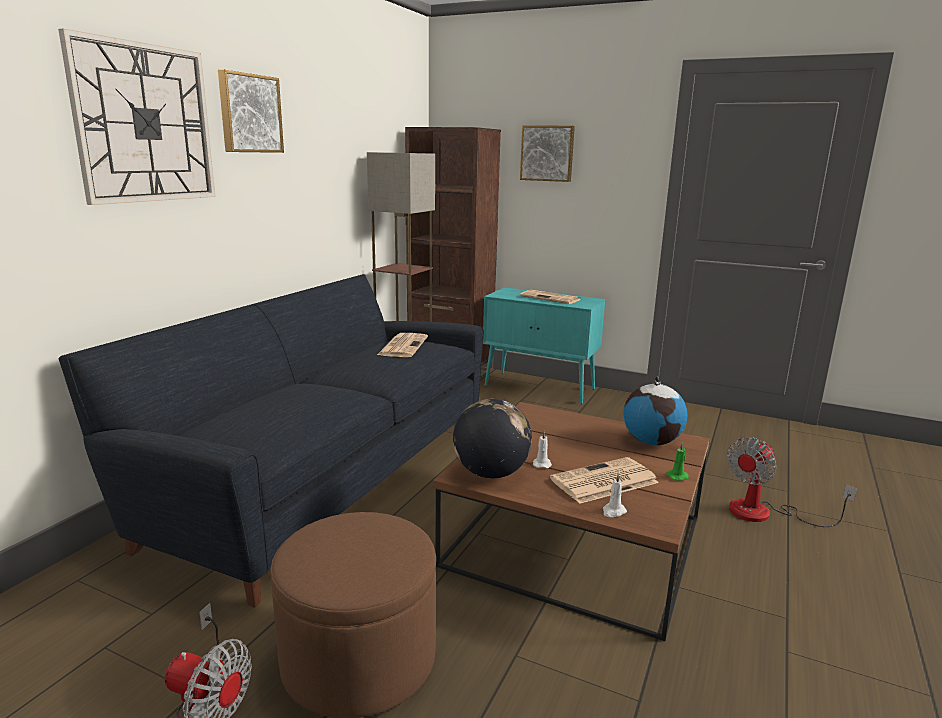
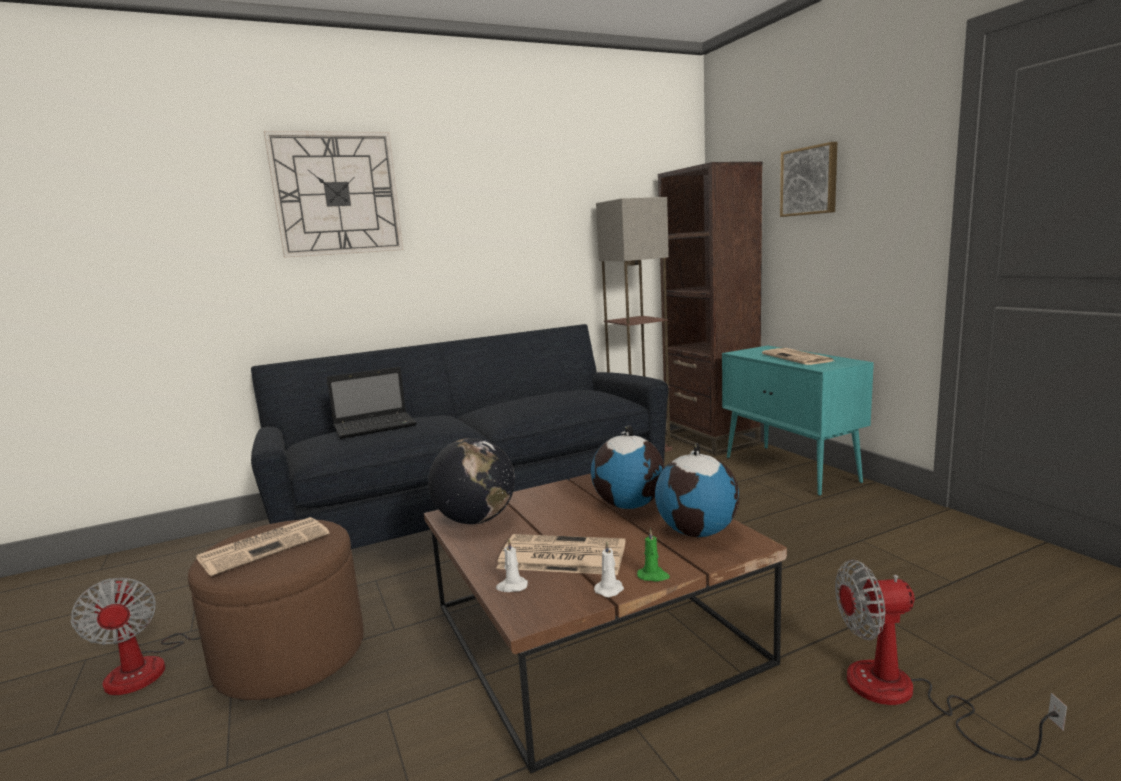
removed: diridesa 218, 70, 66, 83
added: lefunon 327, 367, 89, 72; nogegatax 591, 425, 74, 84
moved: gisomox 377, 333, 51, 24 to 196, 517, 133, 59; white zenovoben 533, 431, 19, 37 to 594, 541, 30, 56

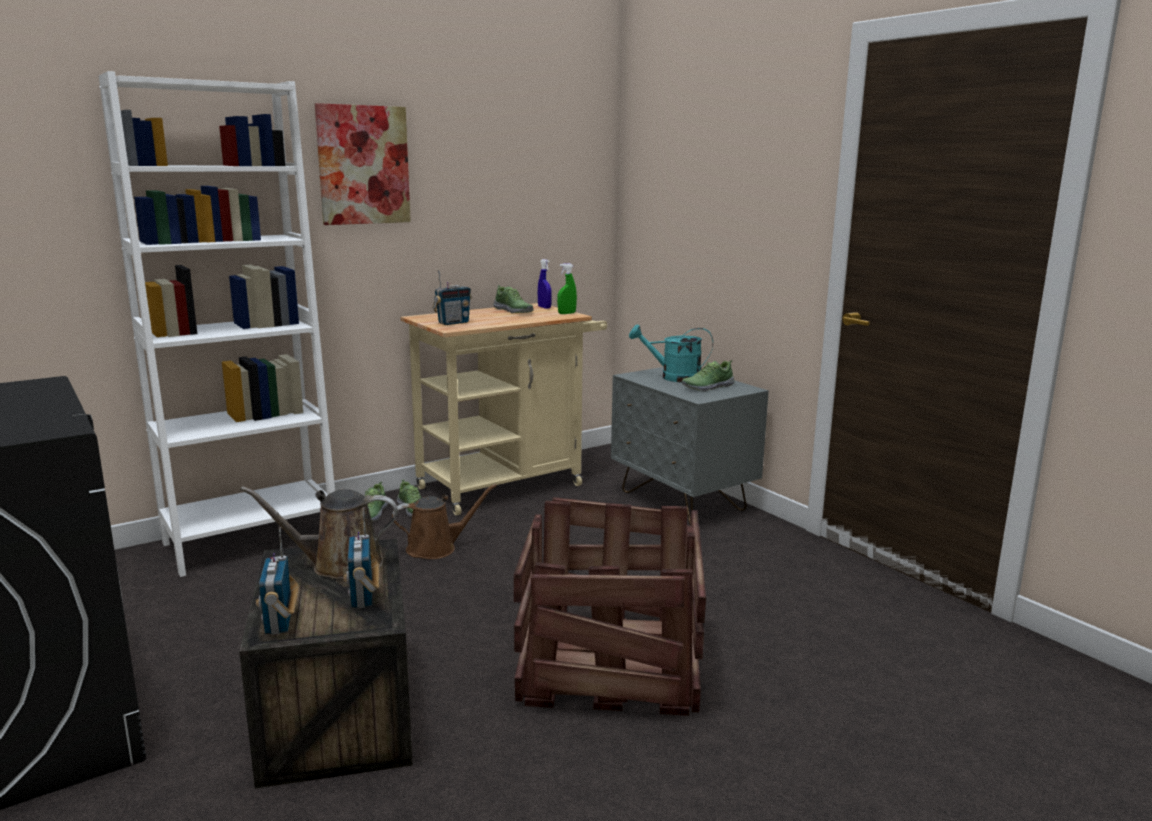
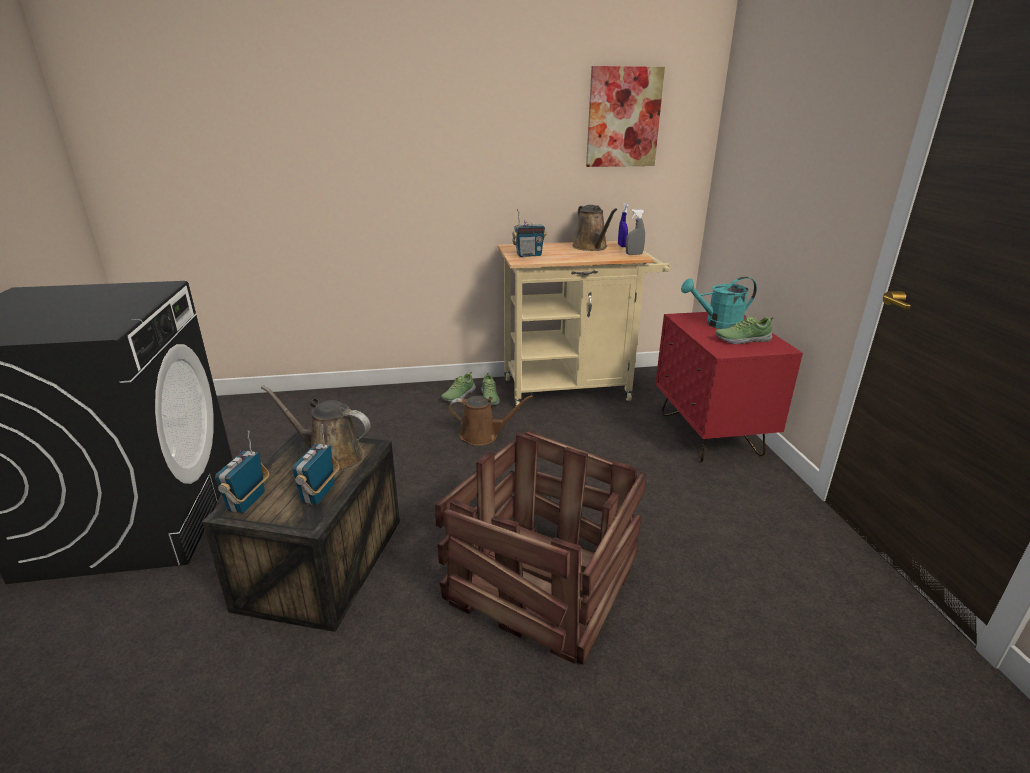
removed: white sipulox 99, 71, 236, 506
moved: diridesa 315, 103, 96, 122 to 586, 66, 79, 101
replaced: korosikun 493, 285, 41, 28 to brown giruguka 572, 205, 45, 46
recoloured: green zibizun 557, 263, 20, 51 to grey zibizun 626, 209, 19, 46; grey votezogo 611, 367, 158, 157 to red votezogo 655, 312, 148, 149
turned: turquoise giruguka 629, 324, 84, 58 = 681, 277, 76, 52 45 degrees counterclockwise

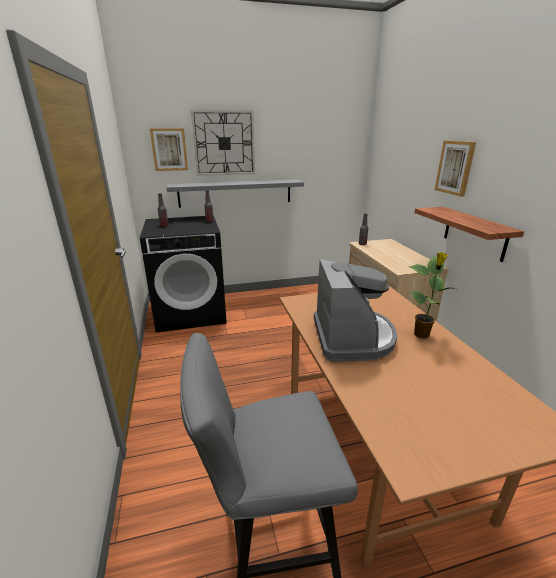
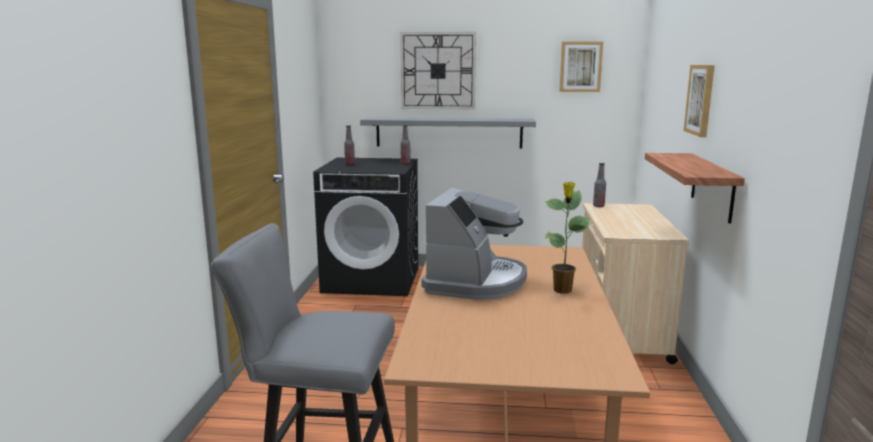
moved: diridesa 150, 129, 38, 42 to 559, 42, 44, 50

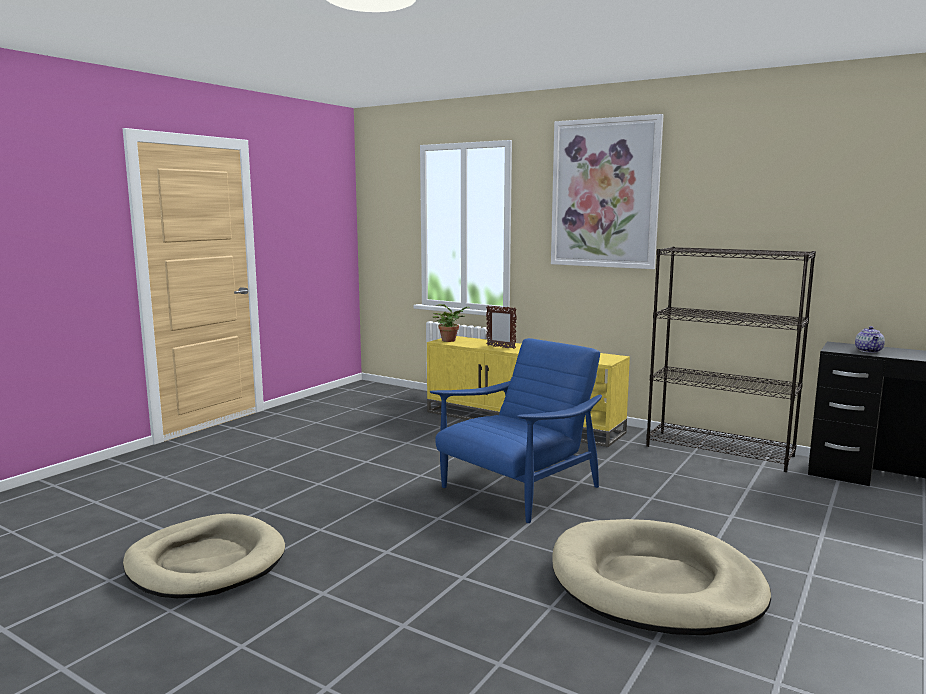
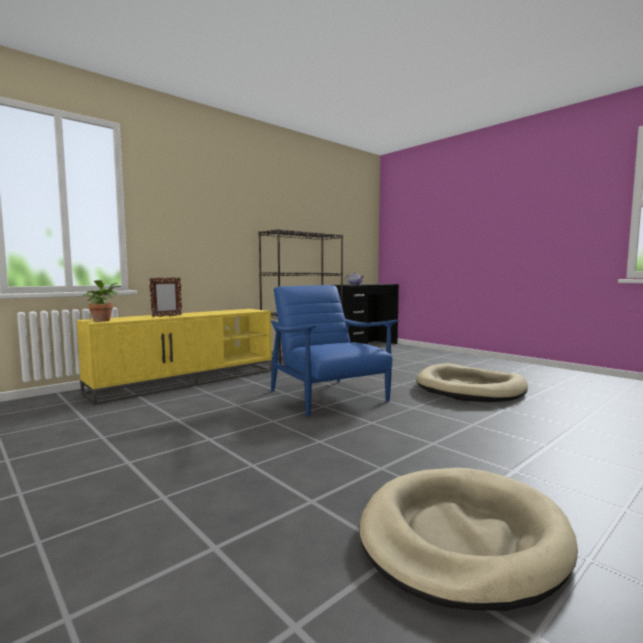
removed: diridesa 551, 114, 112, 155

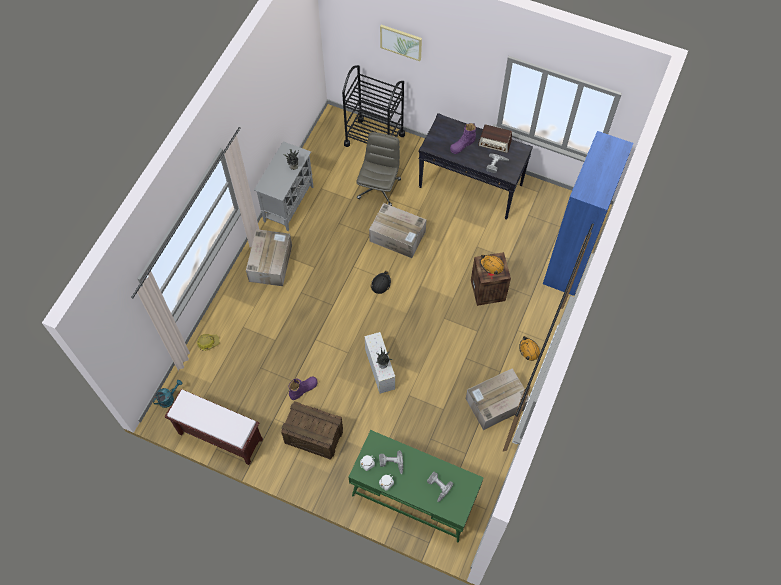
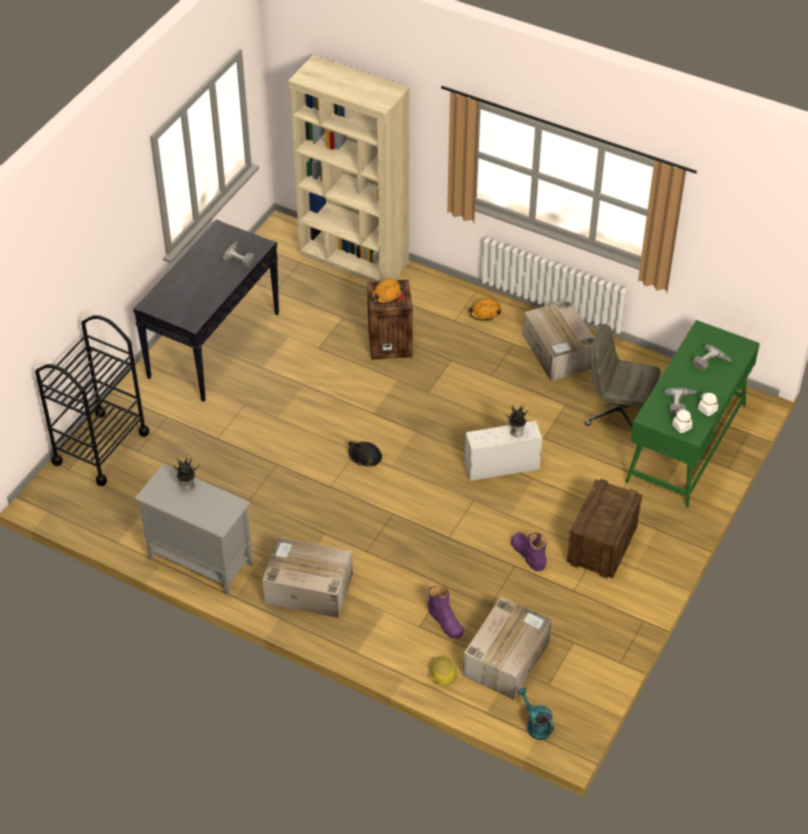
removed: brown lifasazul 165, 389, 98, 76; diridesa 380, 25, 42, 36; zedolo 478, 125, 34, 28
moved: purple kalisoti 450, 123, 26, 31 to 428, 586, 36, 53; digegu 369, 203, 57, 55 to 463, 597, 89, 103; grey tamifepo 356, 132, 45, 74 to 585, 324, 75, 103
recoloured: blue sipulox 543, 131, 90, 165 to beige sipulox 288, 55, 122, 227

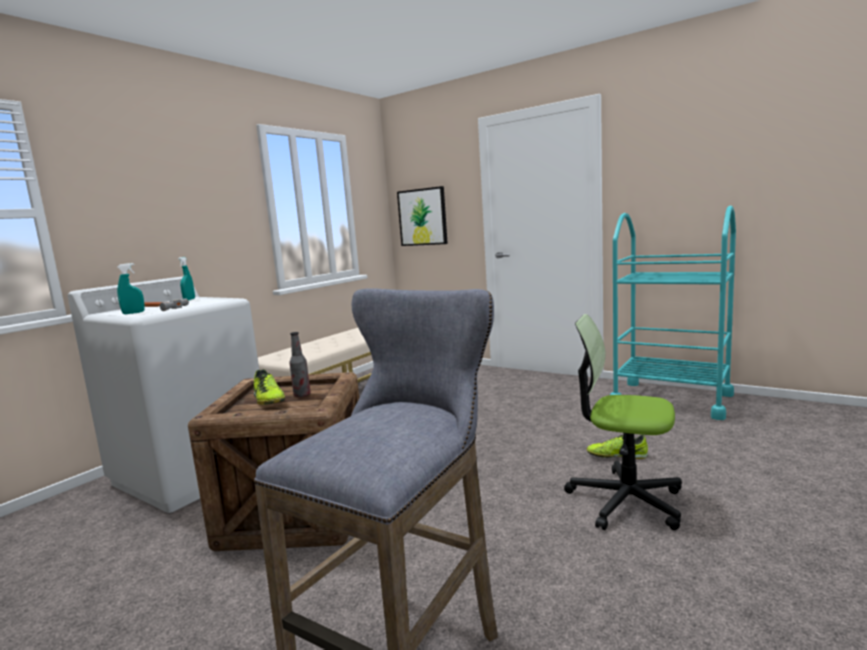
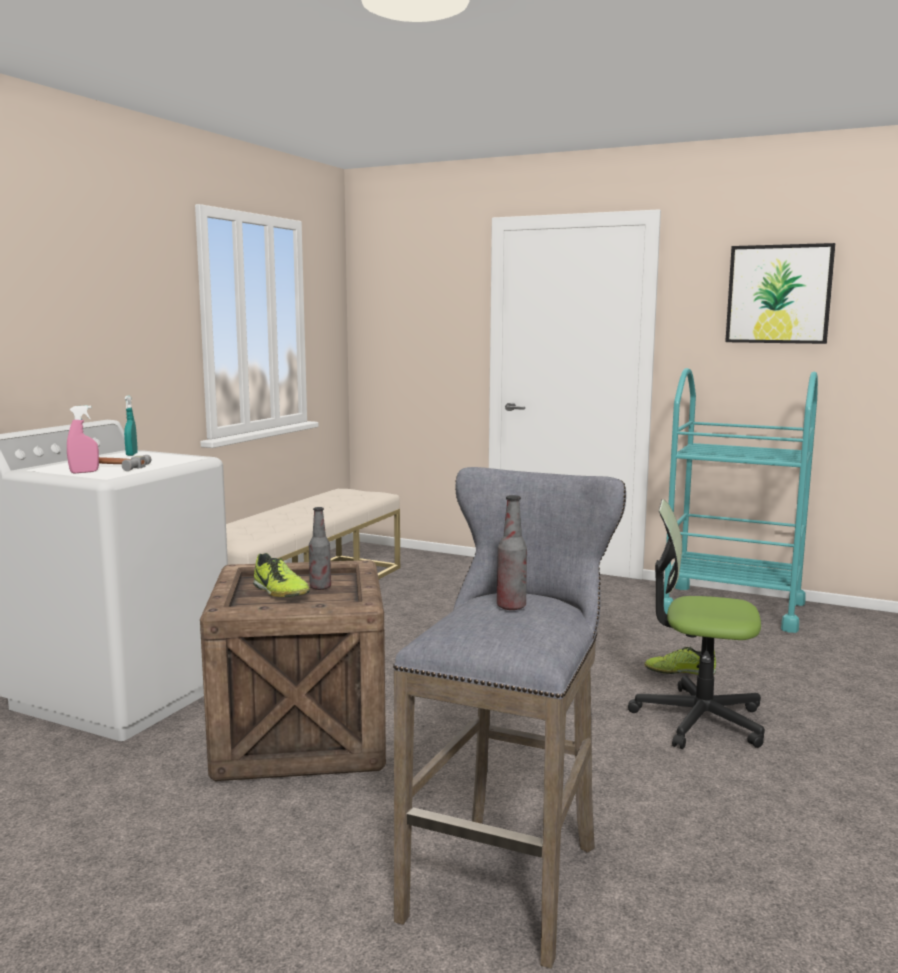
added: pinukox 497, 495, 30, 115
moved: diridesa 397, 186, 51, 60 to 725, 243, 110, 101
recoloured: turquoise zibizun 117, 263, 28, 51 to pink zibizun 67, 405, 32, 68

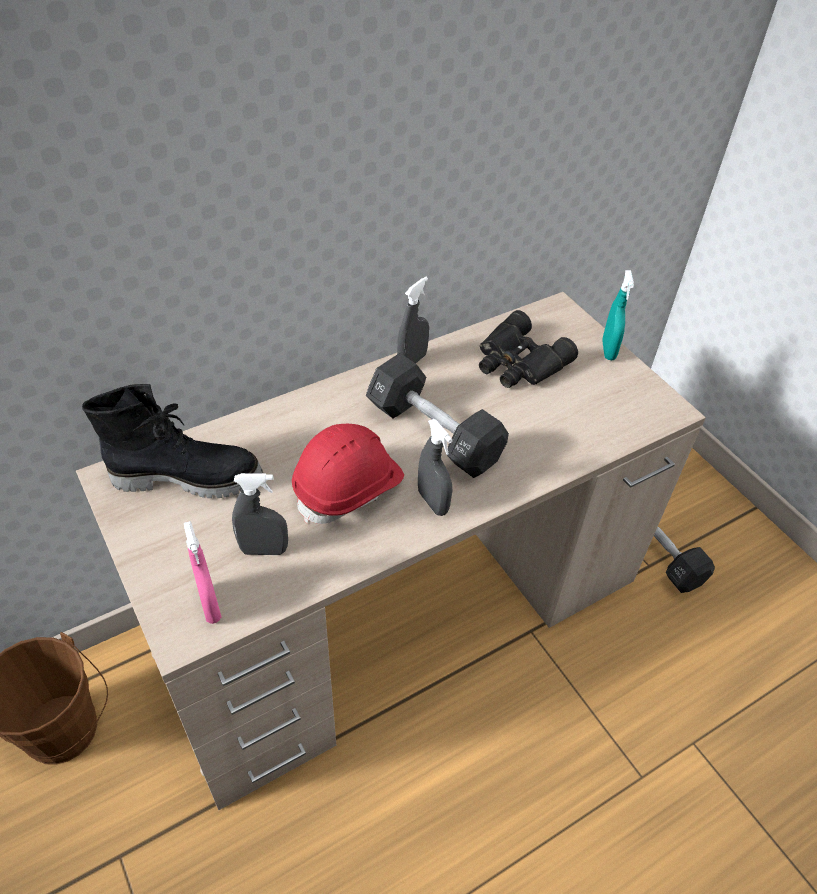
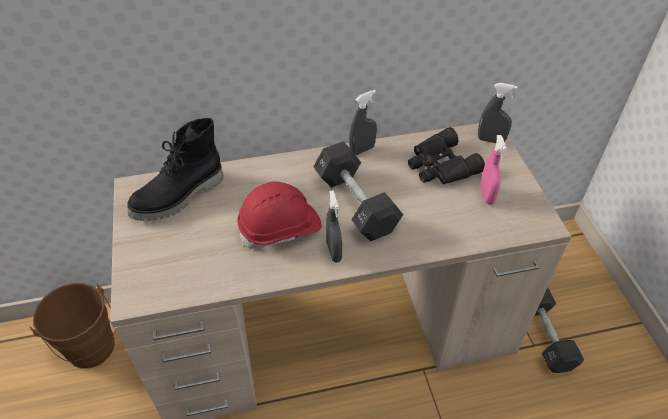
removed: turquoise zibizun 602, 270, 32, 90
moved: grey zibizun 232, 473, 56, 82 to 478, 83, 40, 60; pink zibizun 184, 521, 37, 103 to 480, 135, 27, 70
turned: black kalisoti 82, 384, 181, 114 = 127, 118, 97, 103 120 degrees clockwise

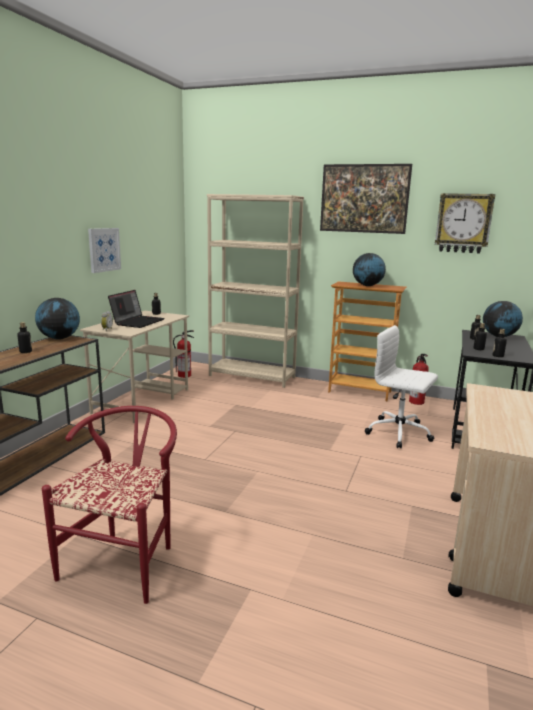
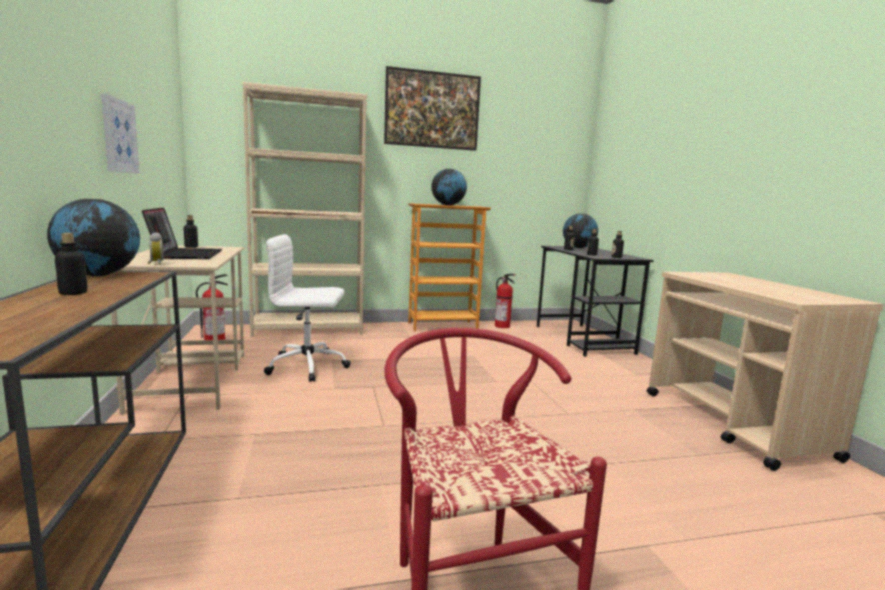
removed: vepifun 435, 193, 60, 61
moved: white tamifepo 365, 325, 73, 124 to 264, 234, 87, 148

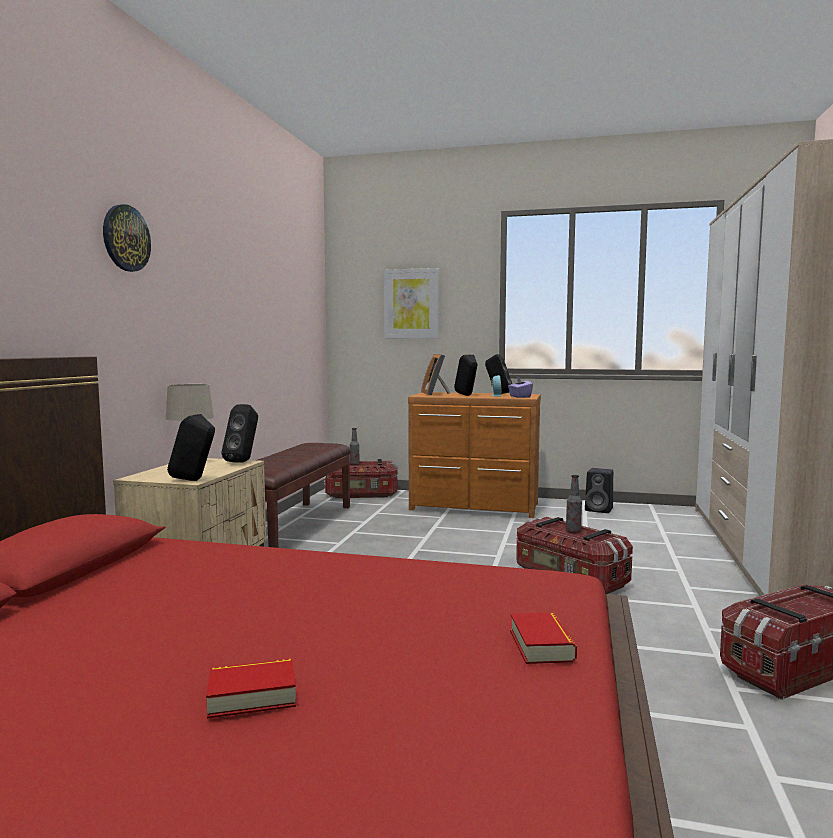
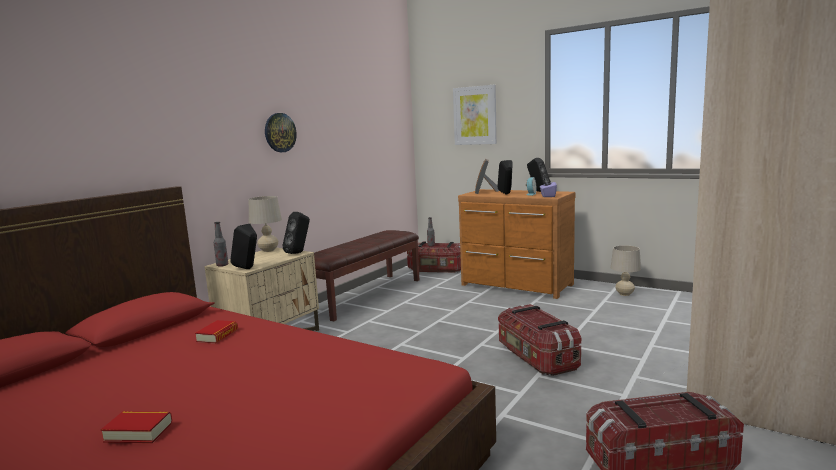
moved: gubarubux 510, 612, 67, 52 to 195, 320, 43, 23; pinukox 566, 475, 16, 58 to 213, 222, 15, 45; vepifun 103, 204, 48, 68 to 265, 113, 32, 39
replaced: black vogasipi 585, 468, 28, 45 to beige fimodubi 611, 245, 30, 51

